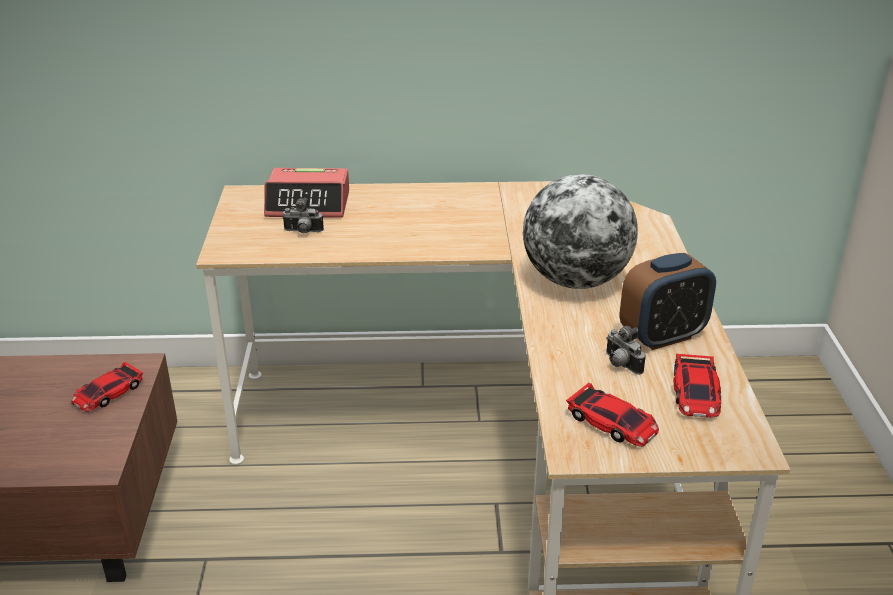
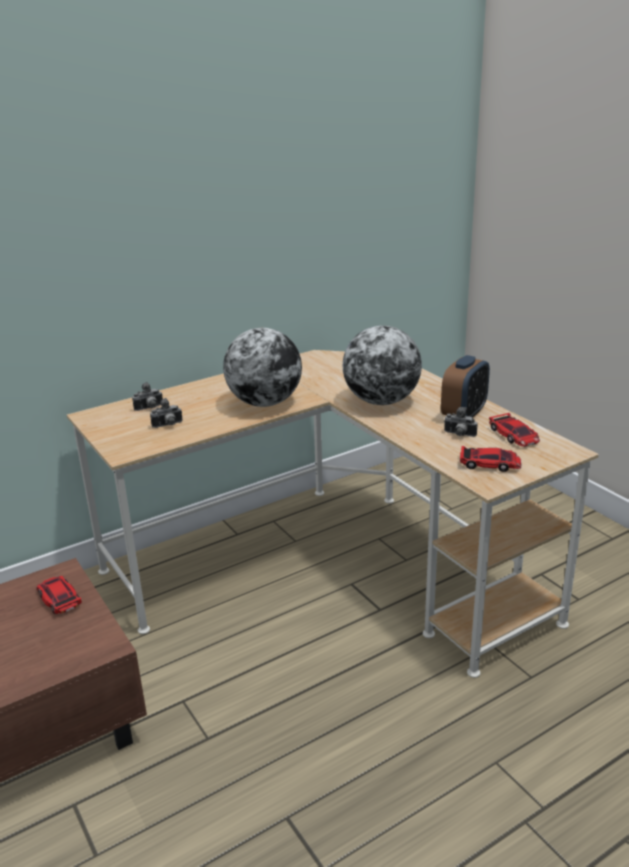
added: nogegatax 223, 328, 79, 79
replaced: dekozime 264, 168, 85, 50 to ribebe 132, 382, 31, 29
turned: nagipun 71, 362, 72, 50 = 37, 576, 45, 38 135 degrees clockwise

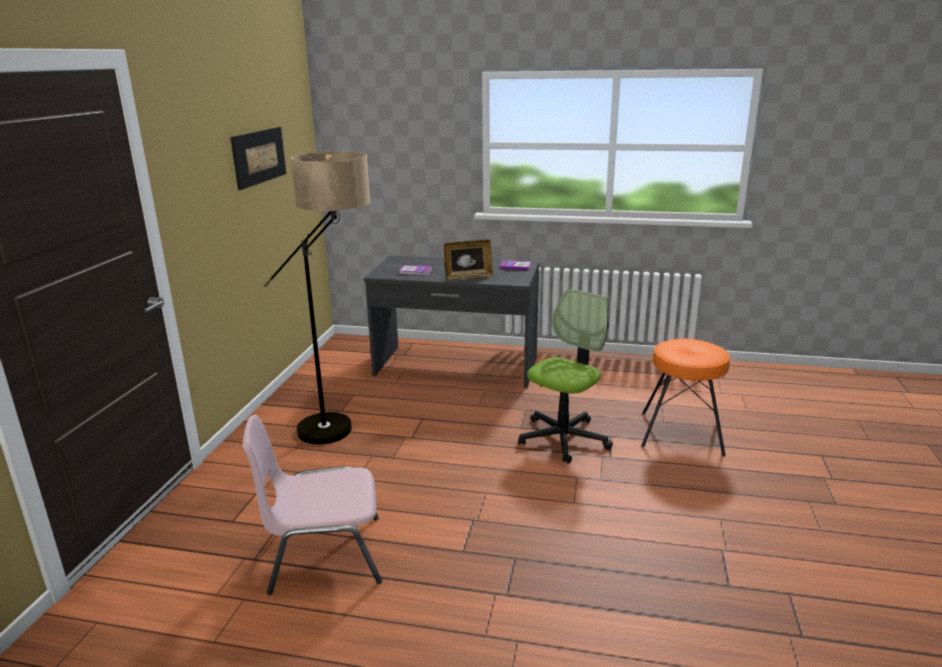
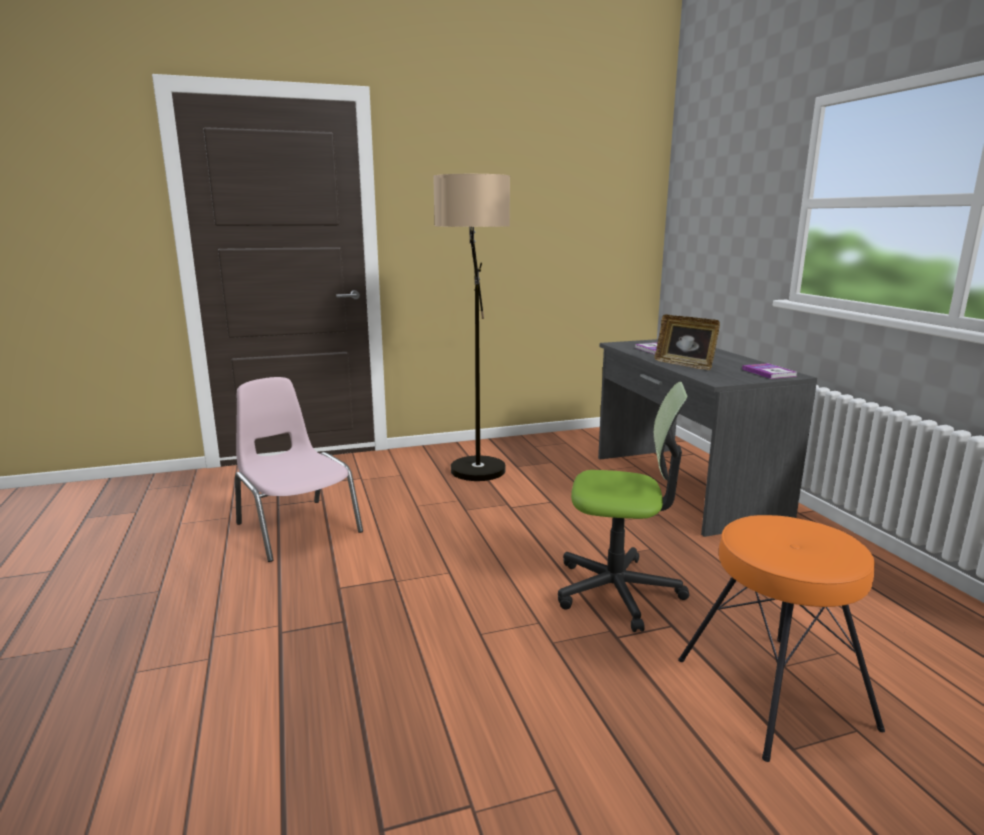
removed: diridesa 230, 127, 56, 63

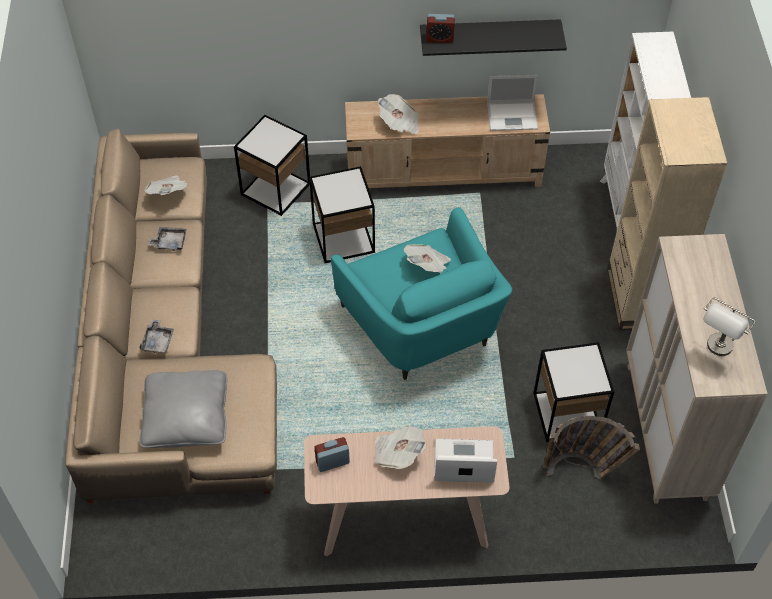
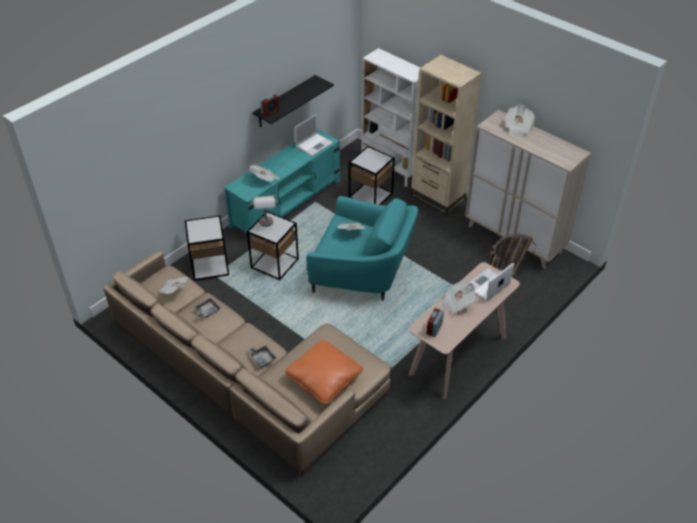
added: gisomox 504, 105, 31, 32
moved: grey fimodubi 703, 298, 52, 58 to 251, 195, 27, 32; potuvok 533, 342, 81, 100 to 349, 146, 46, 59
recoloured: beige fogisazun 345, 94, 205, 94 to turquoise fogisazun 224, 129, 116, 109; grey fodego 139, 370, 89, 78 to orange fodego 285, 340, 79, 64

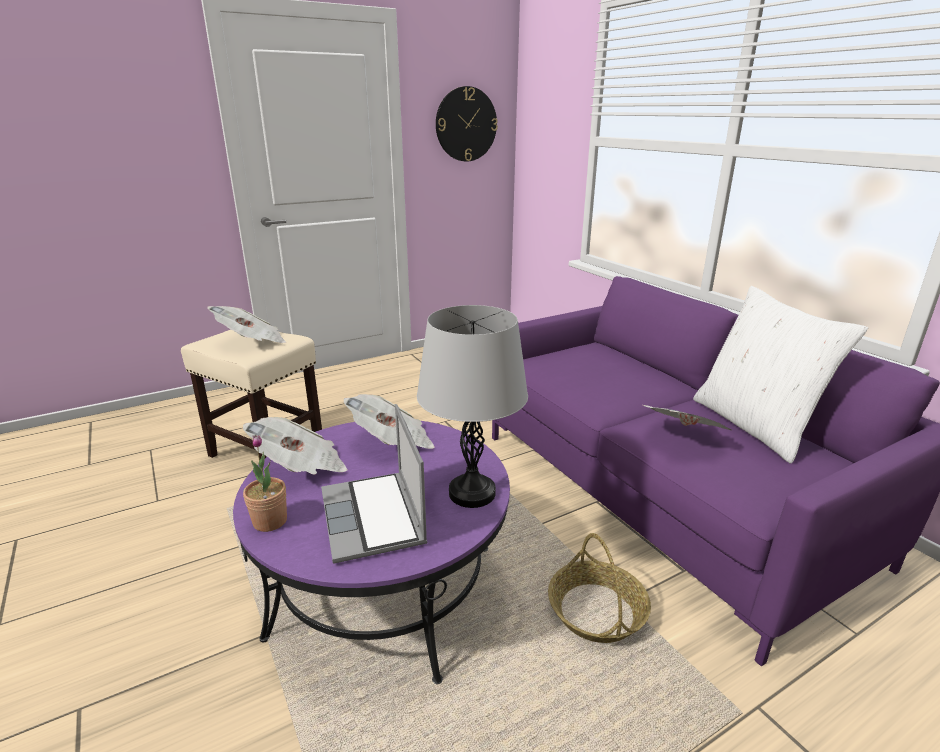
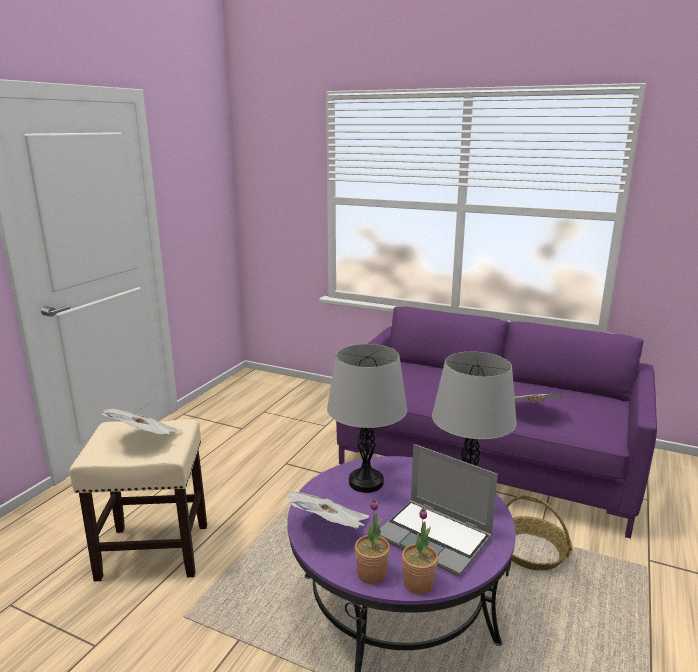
removed: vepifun 436, 86, 62, 75; white fodego 693, 286, 175, 178
added: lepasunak 402, 508, 36, 87
replaced: gisomox 343, 394, 92, 55 to grey fimodubi 327, 344, 80, 149

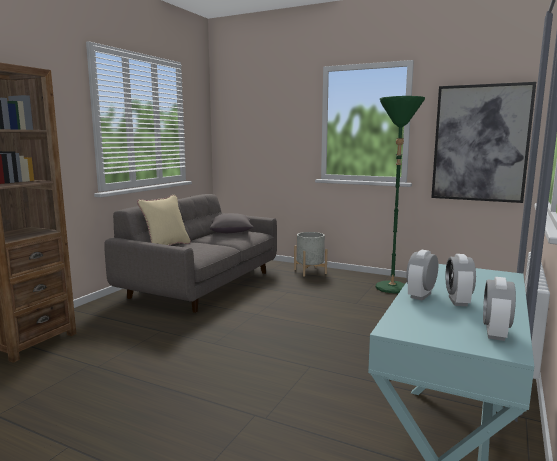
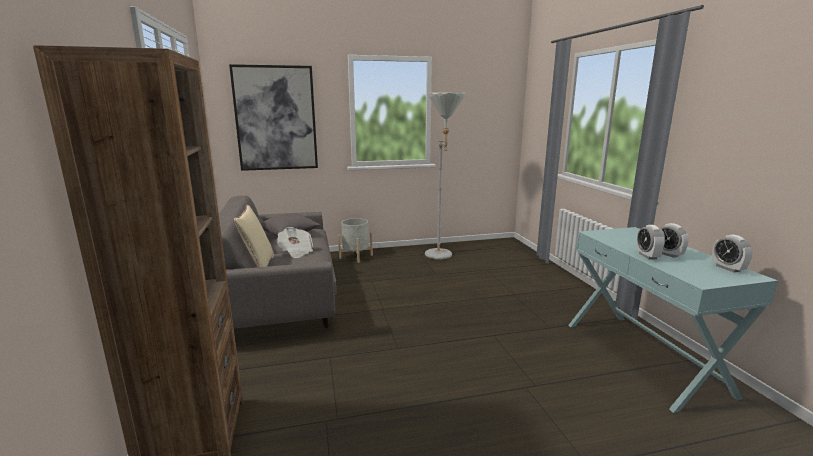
added: gisomox 277, 227, 36, 31
moved: diridesa 431, 82, 105, 121 to 229, 64, 89, 107
recoloured: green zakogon 376, 96, 49, 198 to grey zakogon 425, 92, 41, 168

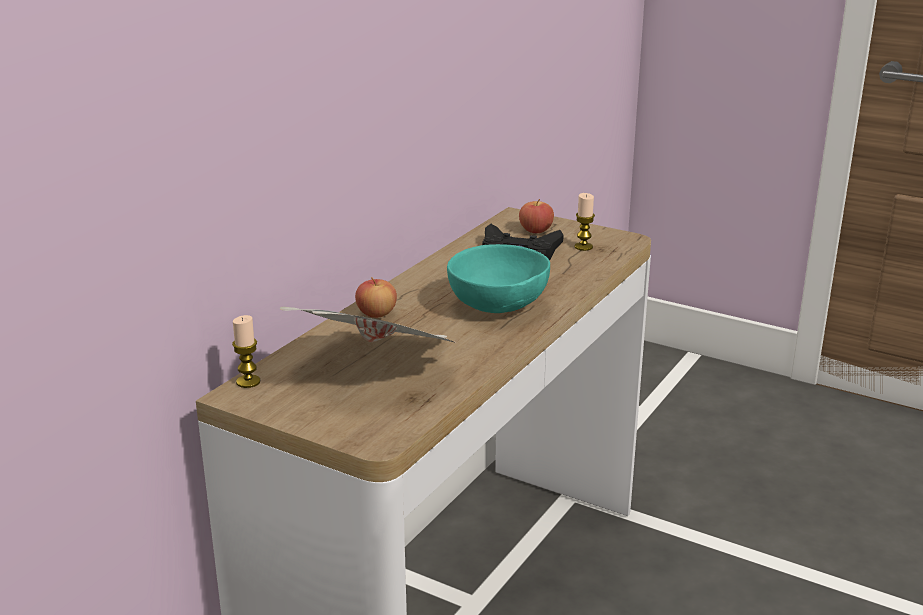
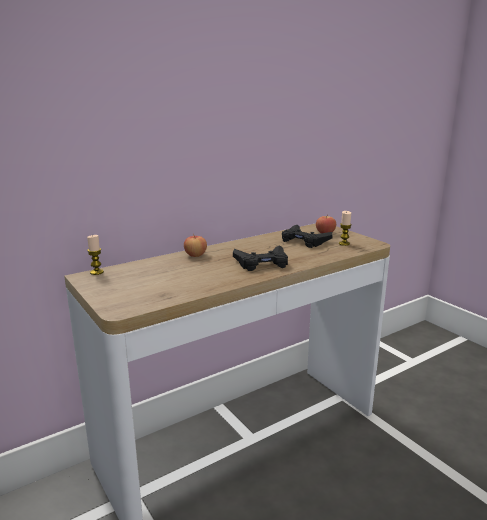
removed: gisomox 279, 307, 176, 36
replaced: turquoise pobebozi 447, 244, 103, 69 to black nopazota 233, 245, 55, 26

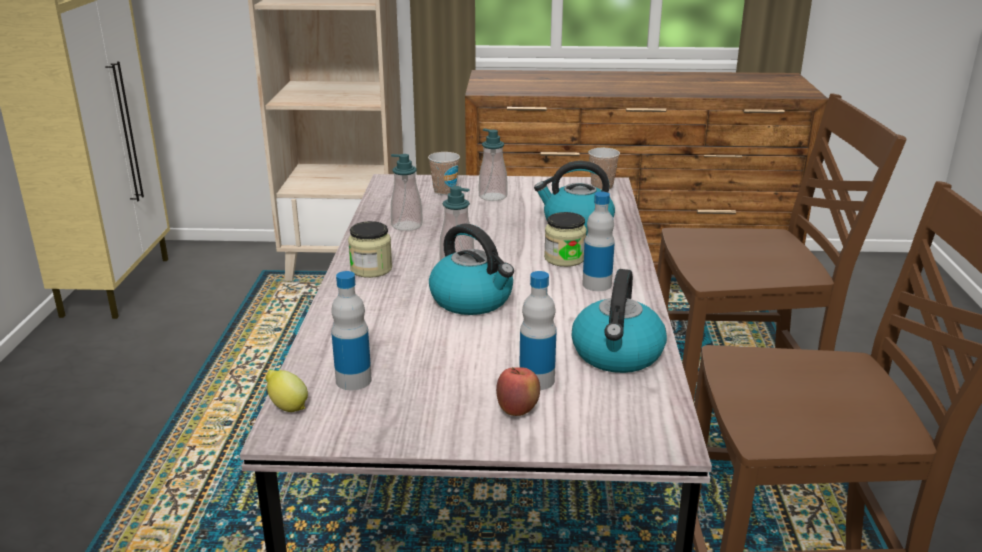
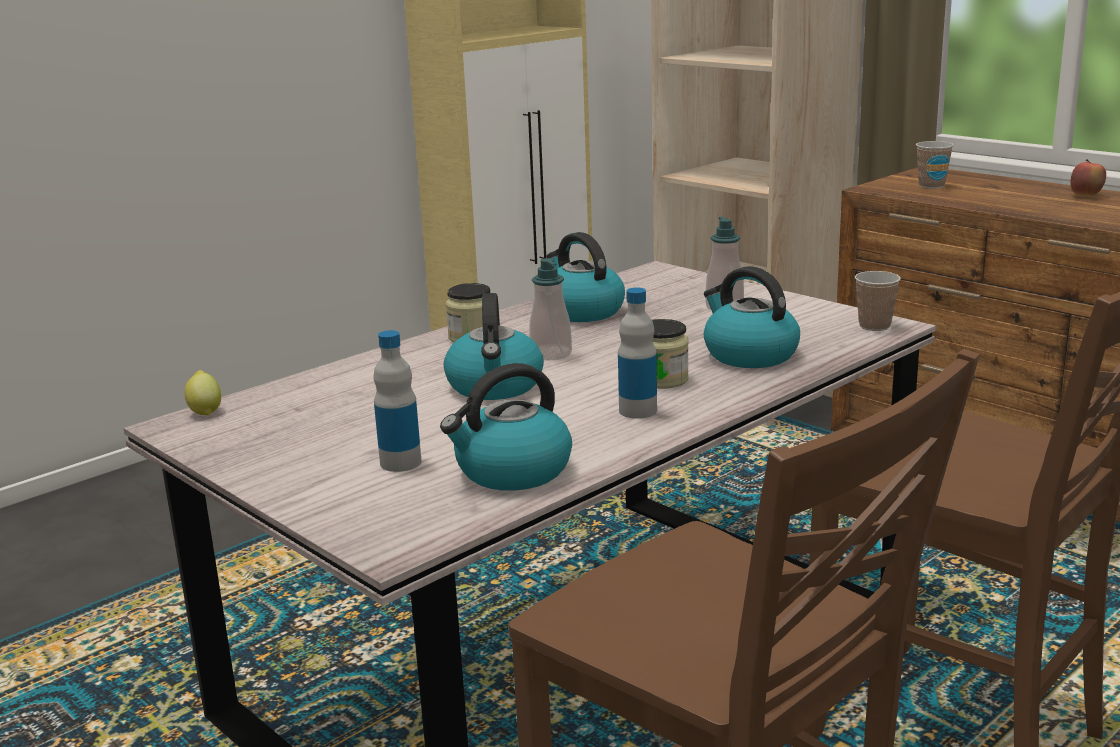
removed: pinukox 331, 271, 41, 119
moved: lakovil 428, 152, 32, 43 to 916, 141, 38, 48; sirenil 496, 367, 44, 49 to 1070, 159, 36, 37
replaced: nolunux 391, 154, 32, 77 to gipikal 546, 232, 79, 90

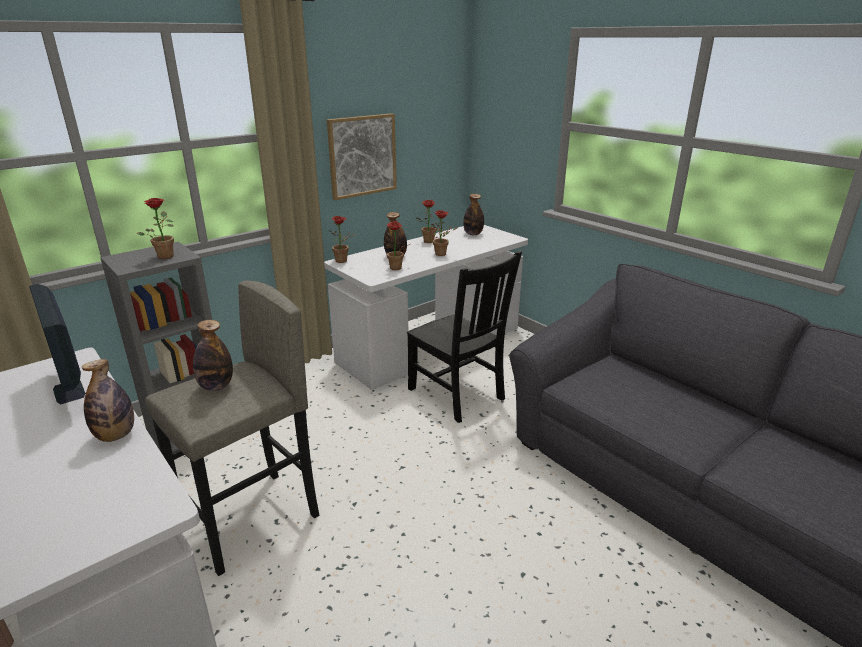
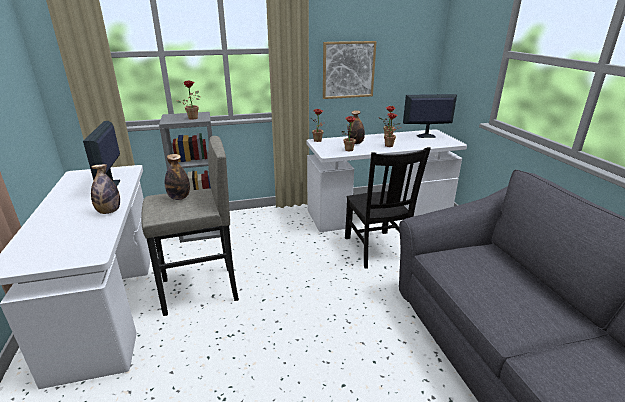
replaced: pinukox 463, 194, 21, 41 to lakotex 403, 94, 54, 44

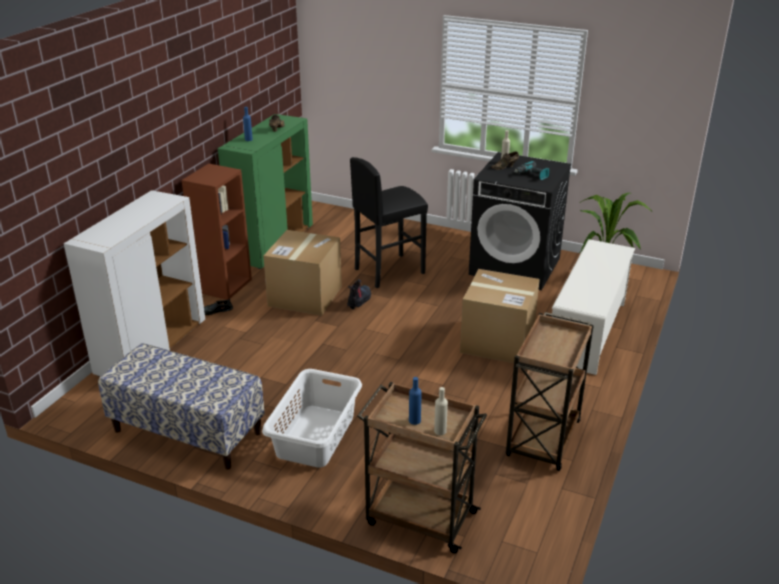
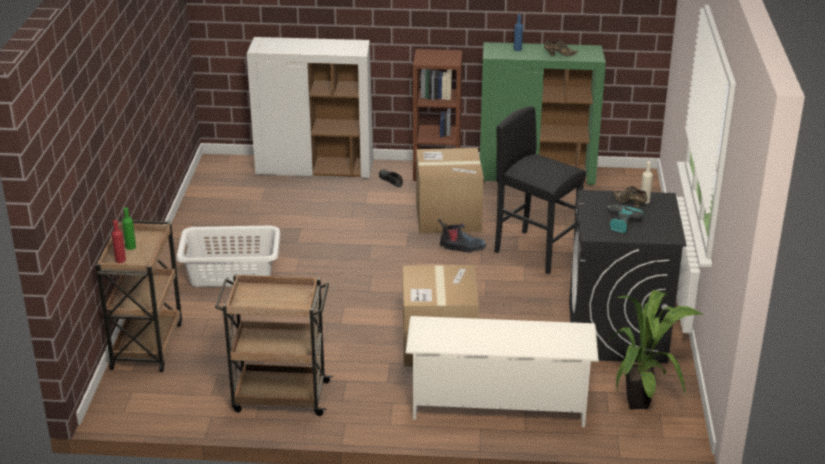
removed: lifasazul 98, 343, 167, 127
recoloured: beige pinukox 434, 387, 14, 48 to red pinukox 112, 220, 14, 43; blue pinukox 409, 377, 13, 48 to green pinukox 122, 207, 14, 43

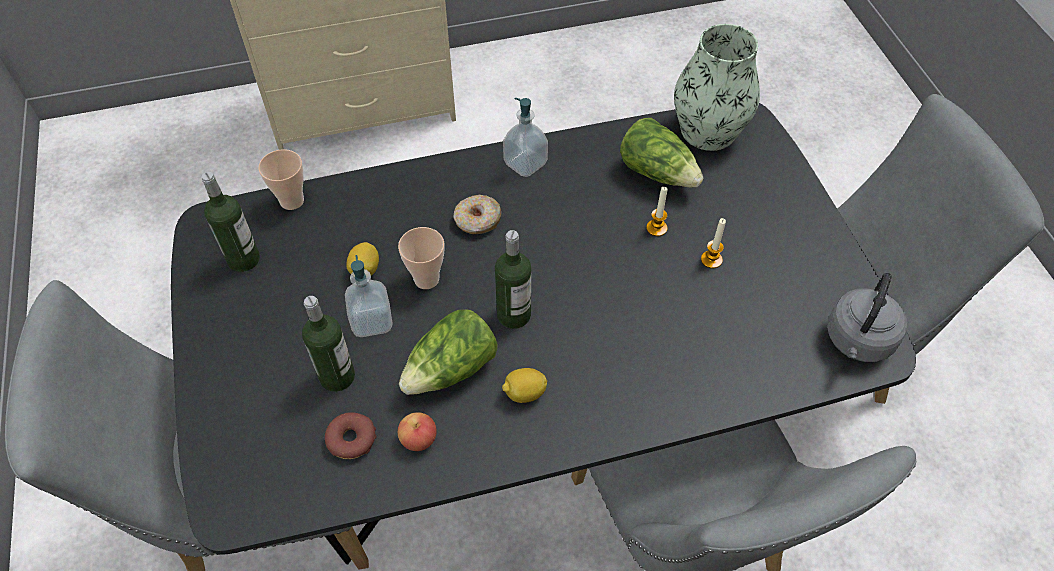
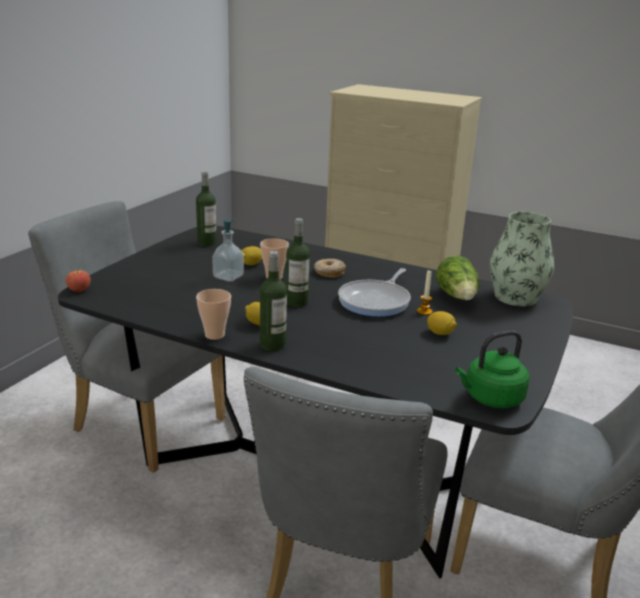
removed: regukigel 325, 412, 51, 47; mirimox 399, 310, 99, 85; nolunux 503, 98, 45, 79
added: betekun 338, 268, 73, 49
moved: sirenil 398, 412, 39, 39 to 66, 269, 25, 23; lakovil 258, 149, 46, 61 to 196, 289, 35, 51; pinukox 302, 296, 53, 96 to 260, 251, 27, 100
replaced: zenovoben 701, 218, 25, 51 to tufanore 427, 311, 30, 24
recoloured: grey gipikal 827, 273, 81, 89 to green gipikal 455, 330, 75, 78

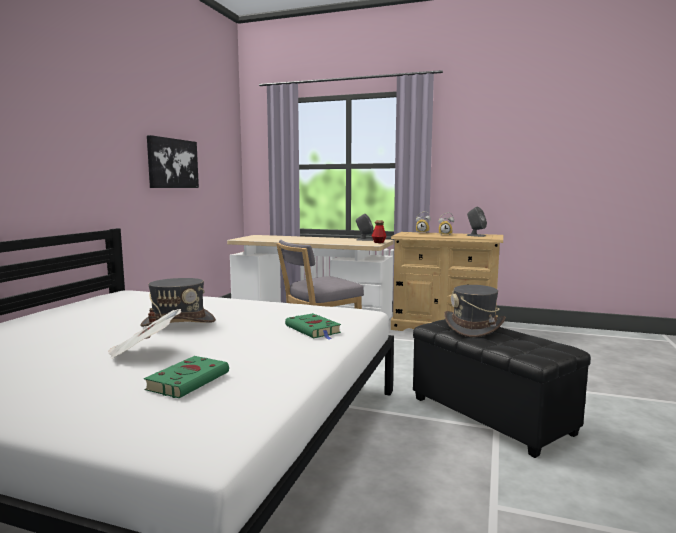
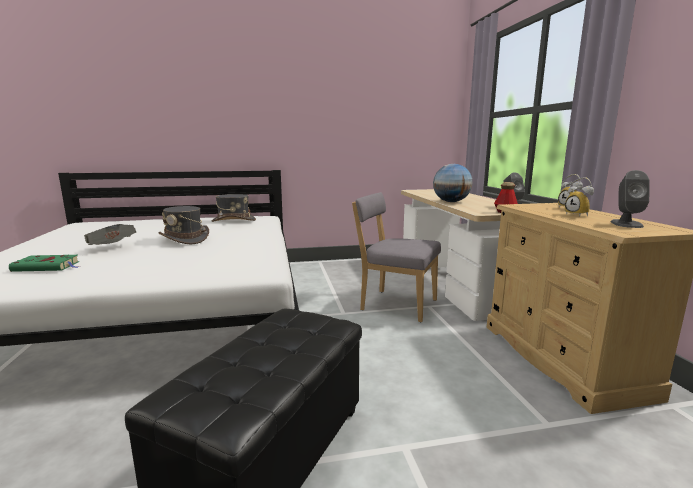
removed: diridesa 147, 135, 52, 53; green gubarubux 285, 313, 56, 27
added: nogegatax 433, 164, 39, 38
moved: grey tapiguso 444, 285, 62, 52 to 212, 194, 44, 28

